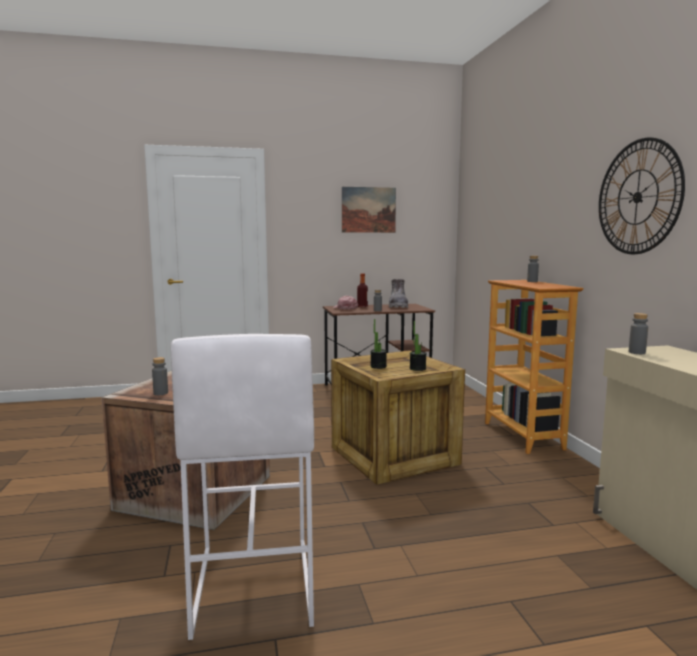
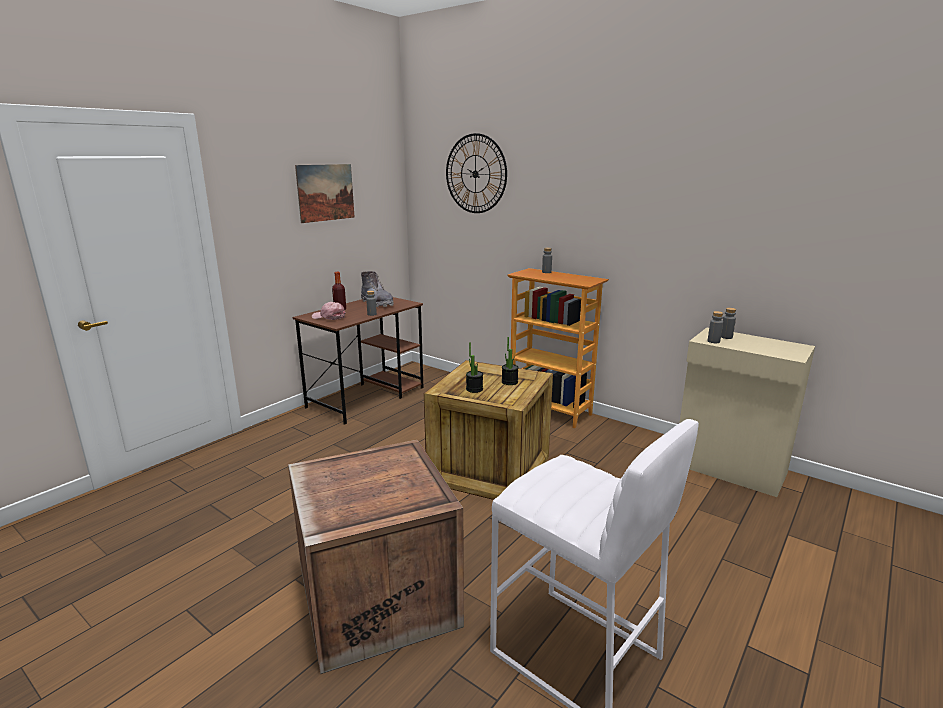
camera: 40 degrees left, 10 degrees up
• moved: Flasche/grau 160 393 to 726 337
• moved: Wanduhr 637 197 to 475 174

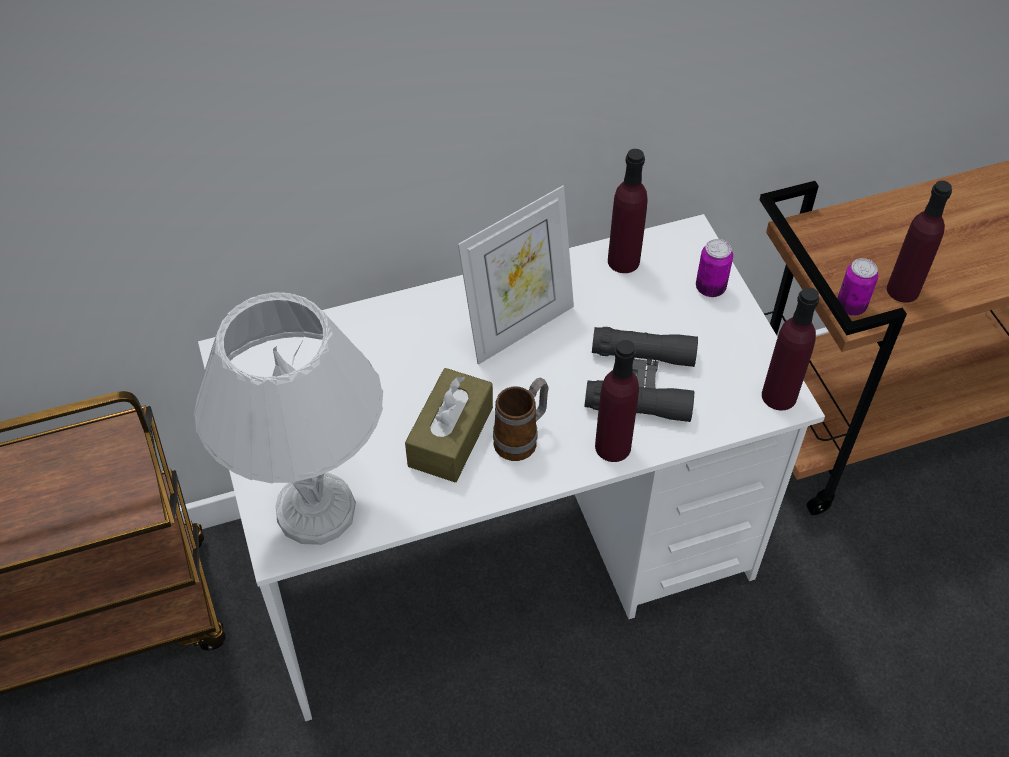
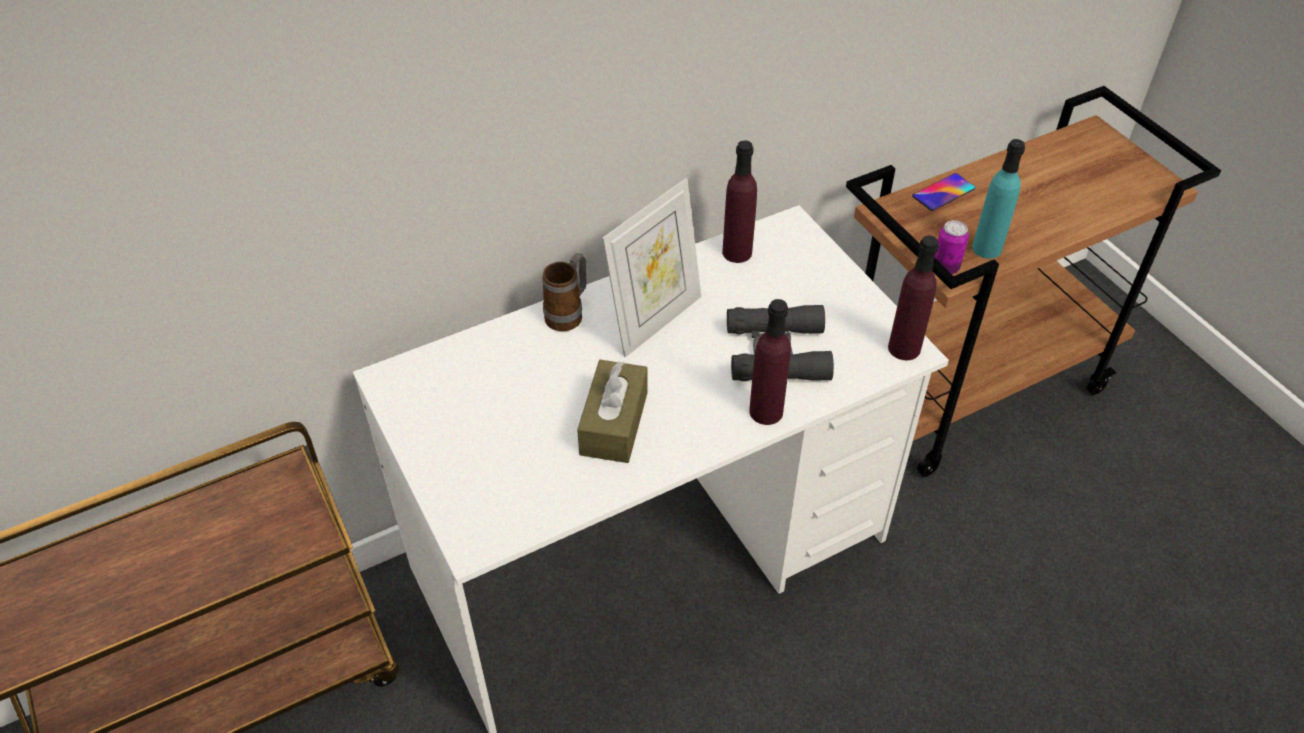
camera: 10 degrees left, 5 degrees down
• removed: Tischlampe/weiß 313 508
• moved: Henkelbecher 522 438 to 569 314
• removed: Dose 710 288
• recoloured: Flasche/lila 903 290 to Flasche/türkis 986 248
• added: Handy 943 192

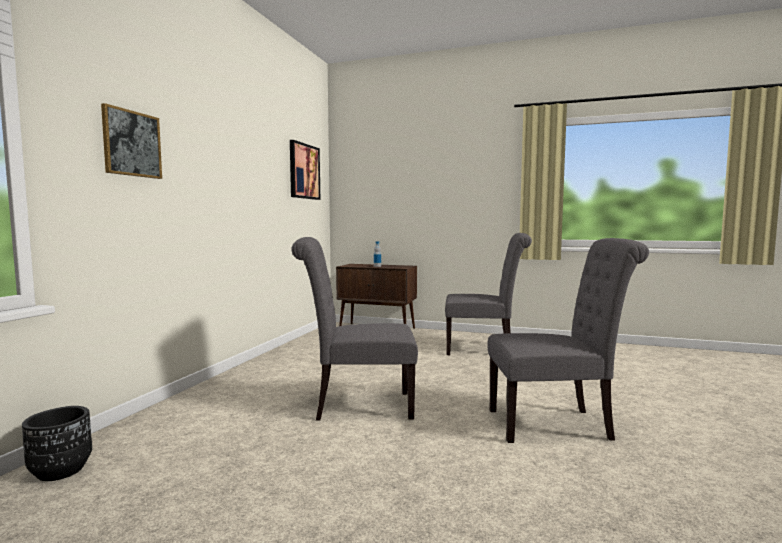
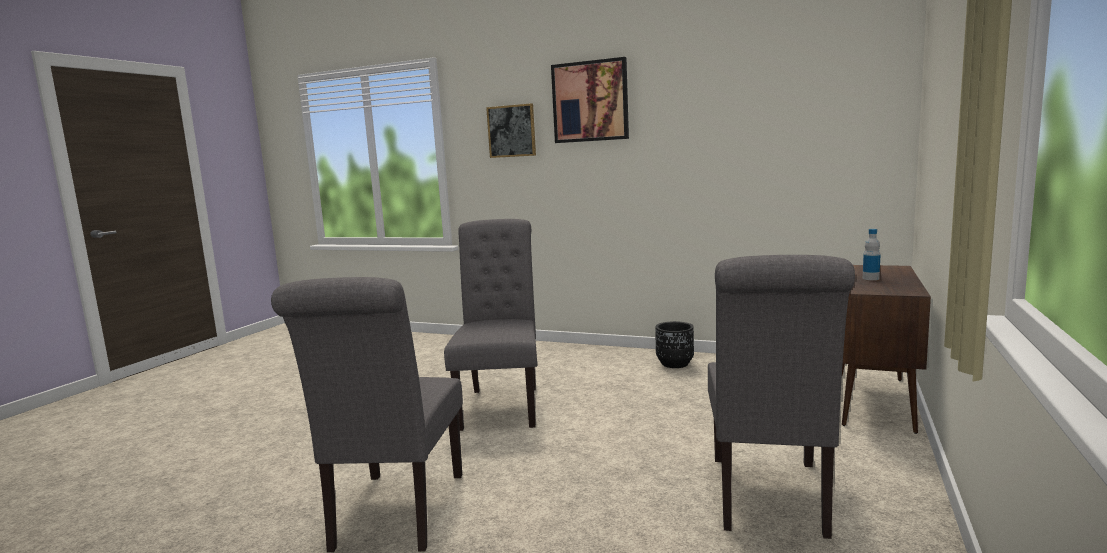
camera: 95 degrees right, 5 degrees up
• moved: Pflanzkübel/schwarz 61 471 to 675 364
• moved: Bild 304 171 to 590 101

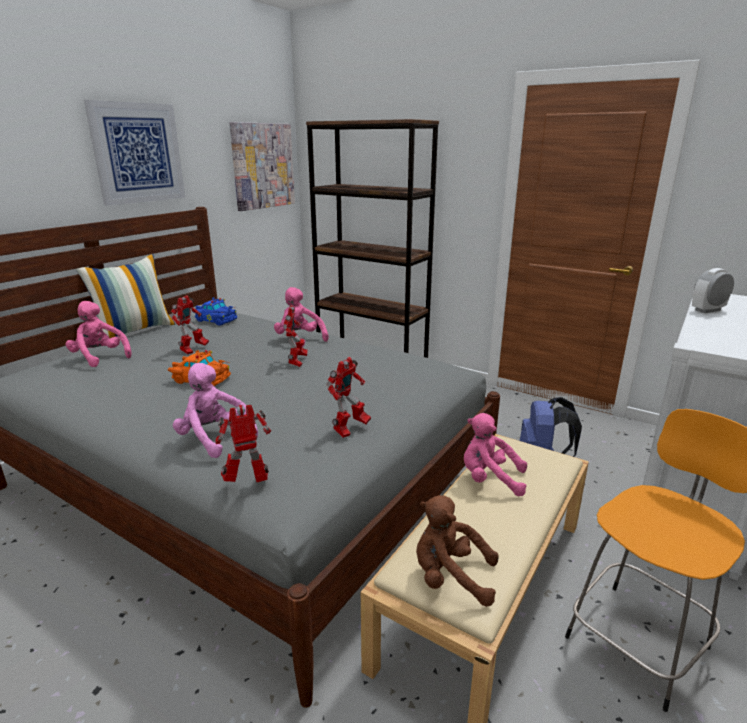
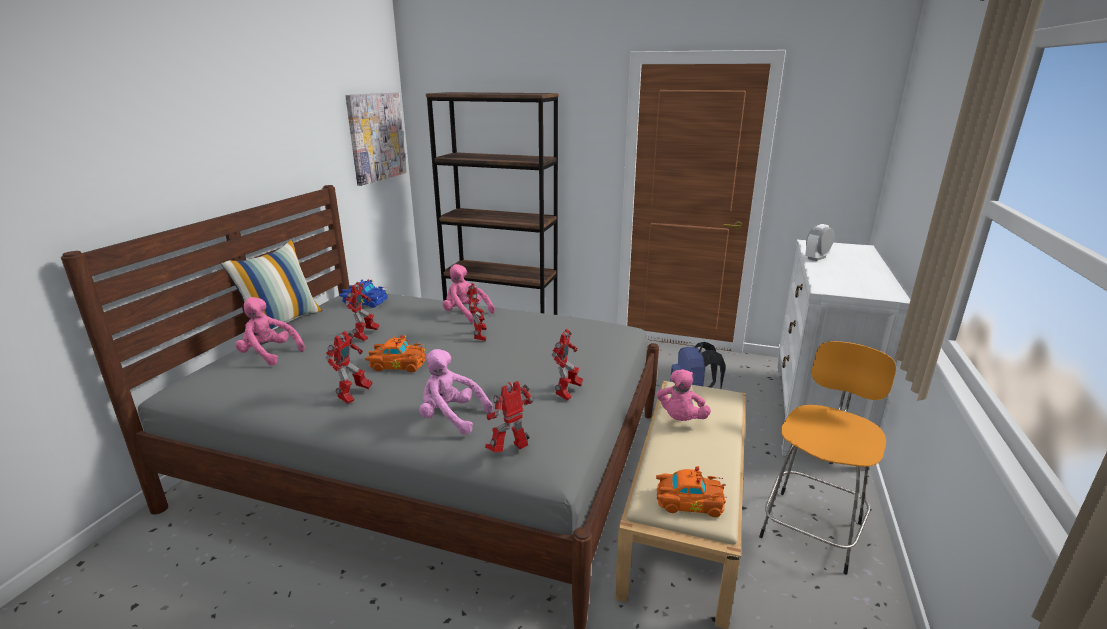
camera: 15 degrees left, 0 degrees up
• removed: Bild 138 153
• replaced: Plüschtier/braun 450 577 to Spielzeugauto/orange 687 501
• turned: Plüschtier/rosa 489 479 = 680 419 75 degrees counterclockwise
• added: Spielzeugroboter 353 396

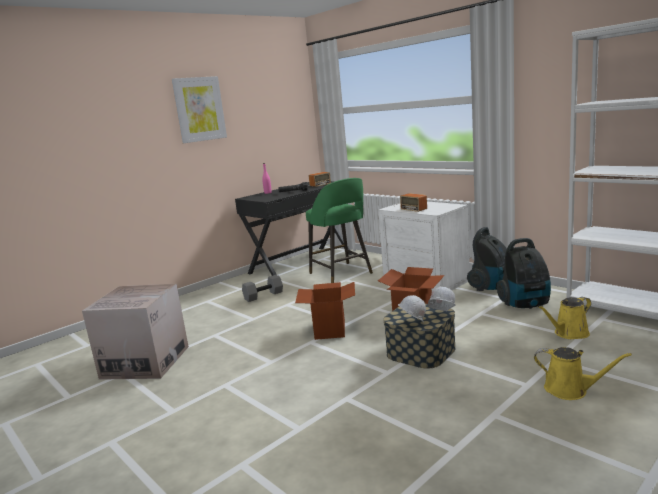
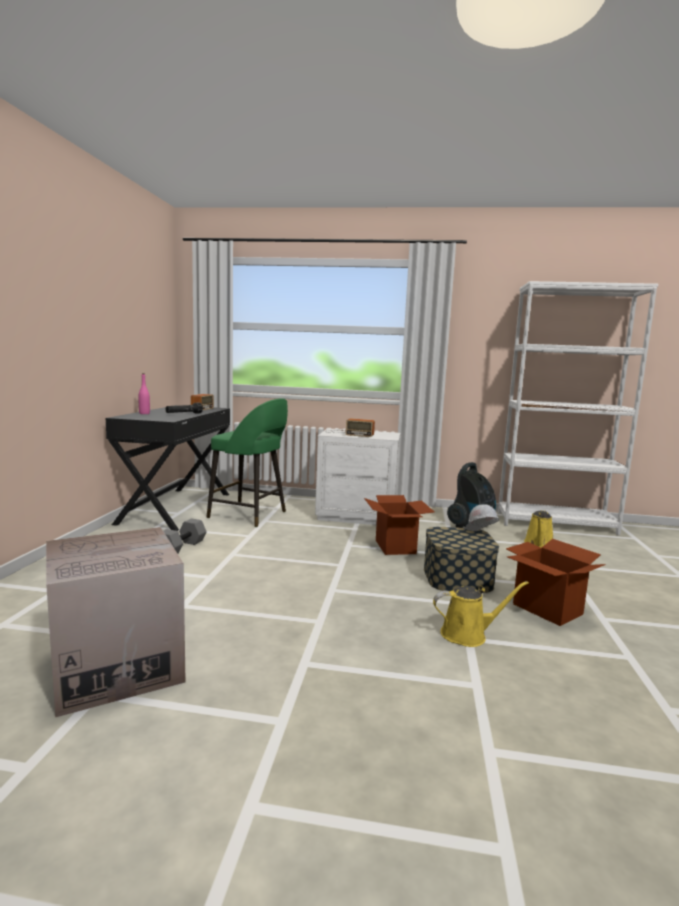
camera: 40 degrees left, 5 degrees down
• removed: Bild 199 109
• moved: Karton 330 330 to 547 609
• removed: Schutzhelm/weiß 412 324
• removed: Staubsauger 491 287
• moved: Gießkanne/gelb 570 390 to 468 634

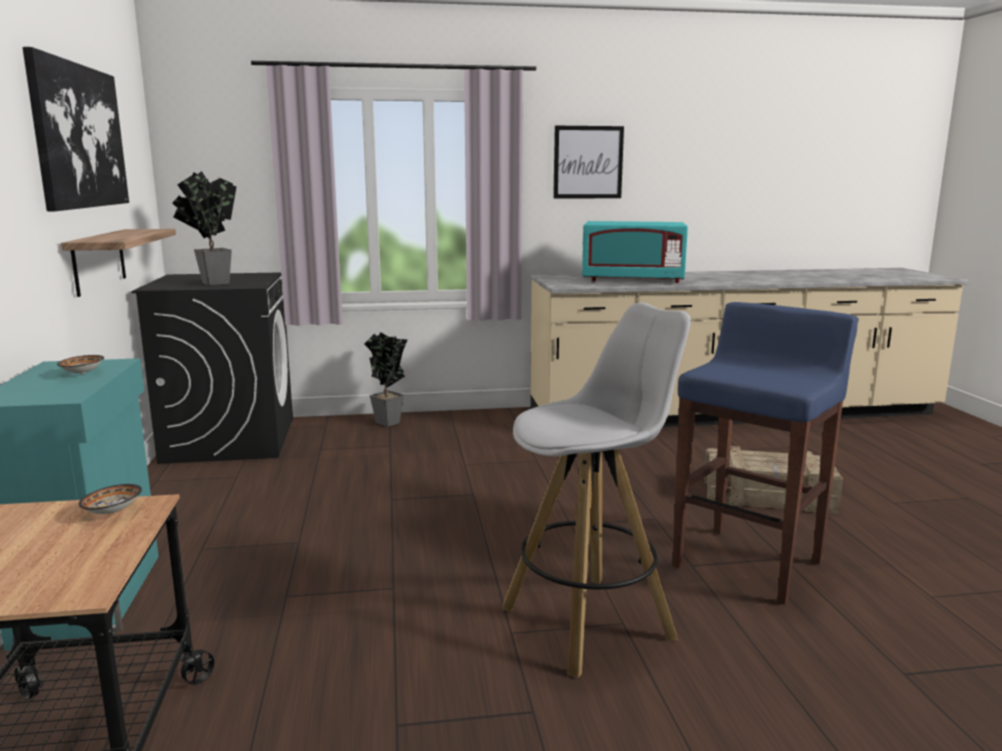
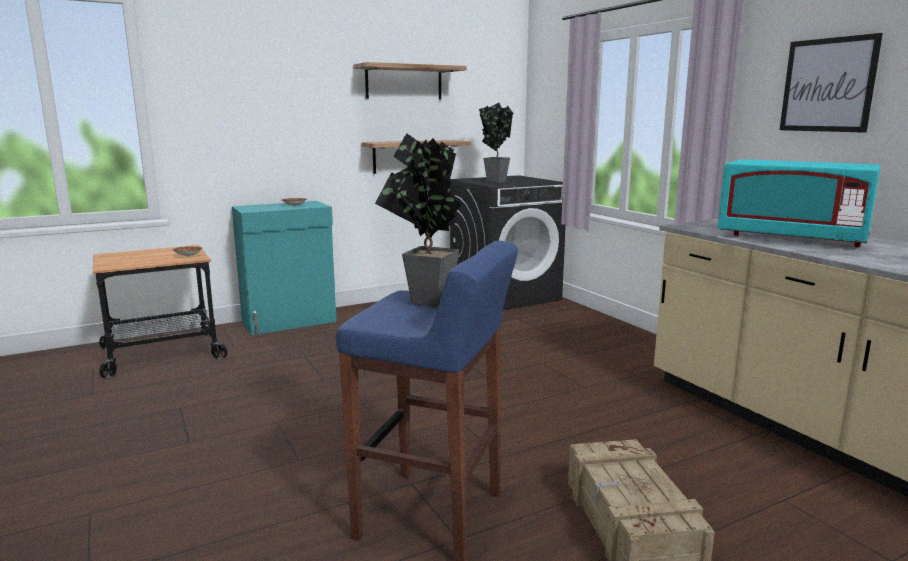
camera: 70 degrees right, 0 degrees up
• replaced: Bild 79 136 to Wandregal 404 82
• moved: Topfpflanze 388 424 to 425 302
• removed: Hocker/weiß 589 622
• turned: Mikrowelle/türkis 632 280 = 792 238 45 degrees counterclockwise

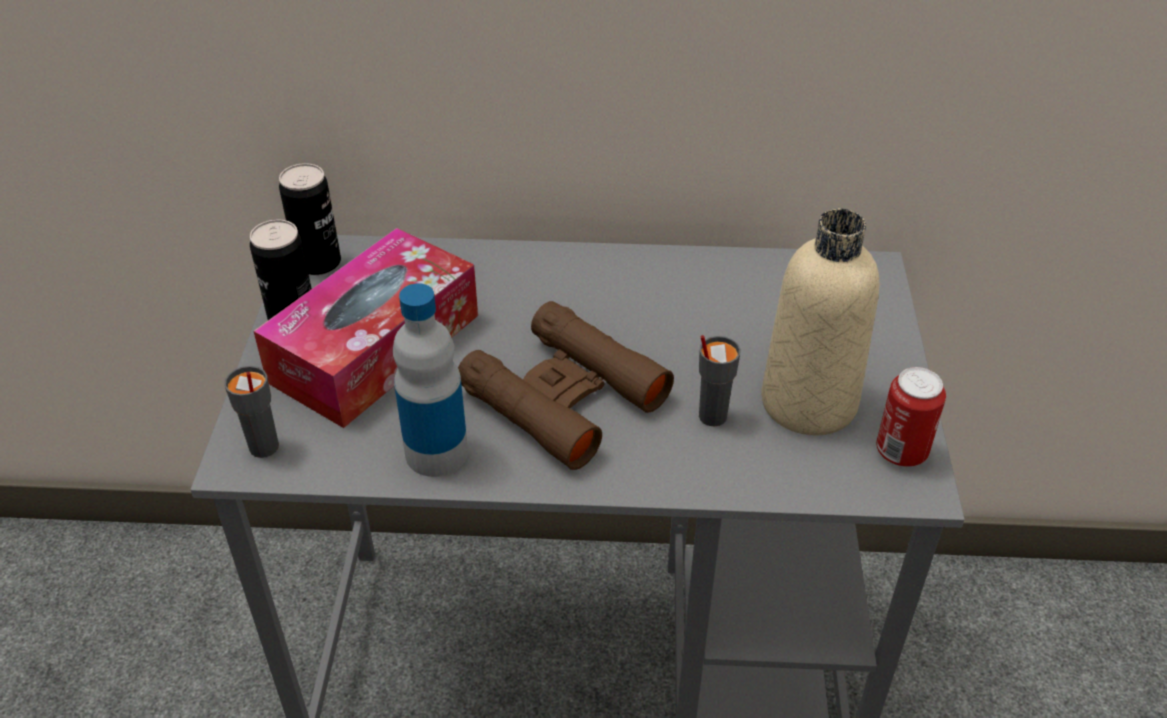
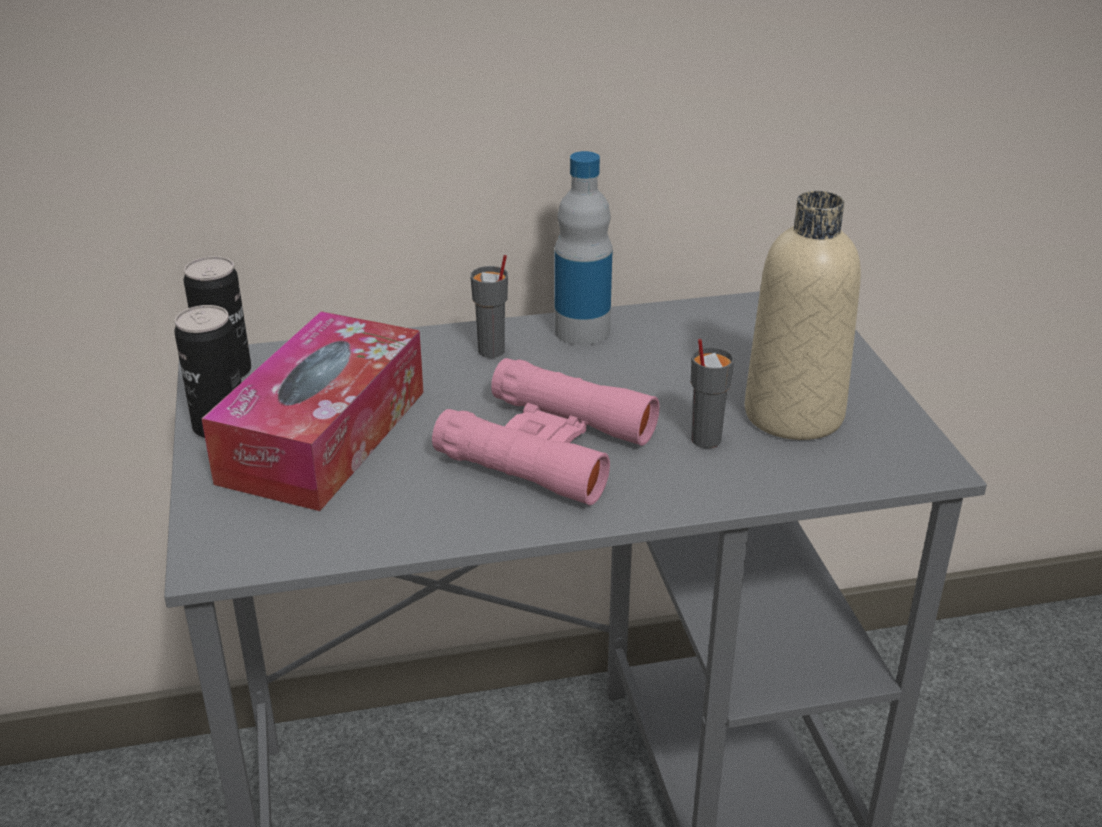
camera: 15 degrees left, 10 degrees down
• moved: Tasse/grau 263 447 to 491 351
• moved: Flasche 436 453 to 582 331
• recoloured: Fernglas/braun 564 396 to Fernglas/rosa 547 446
• removed: Dose 901 452

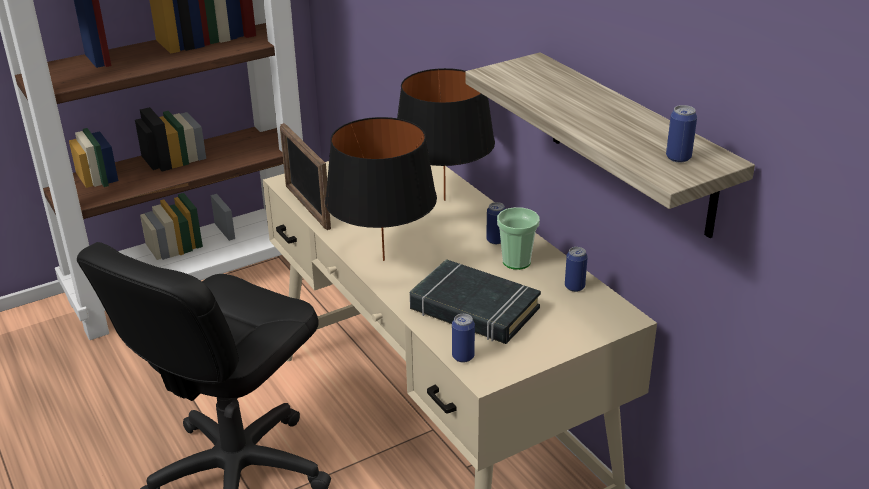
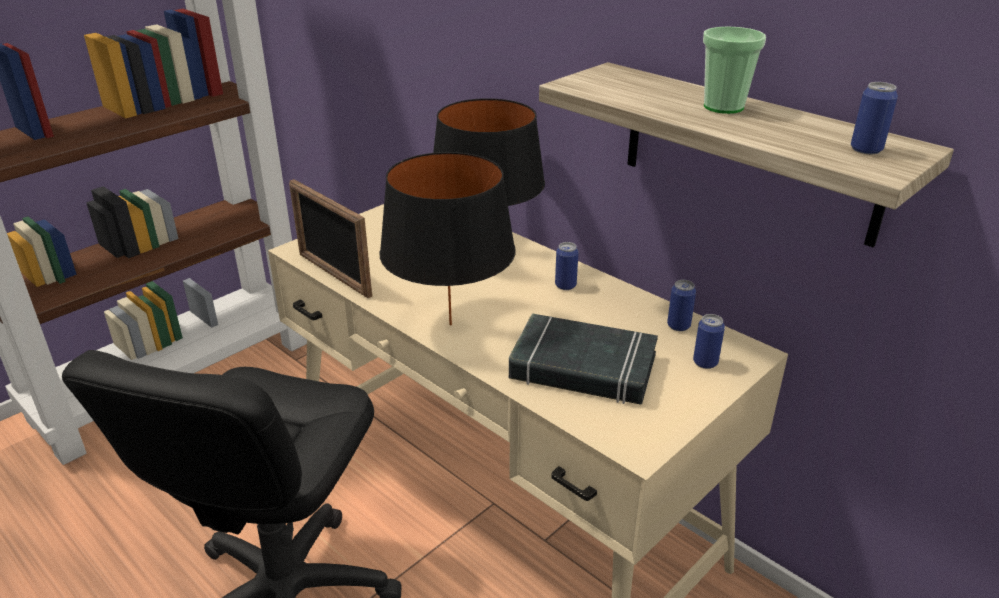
camera: 15 degrees left, 0 degrees up
• moved: Dose 463 356 to 705 362
• moved: Tasse 516 262 to 723 107

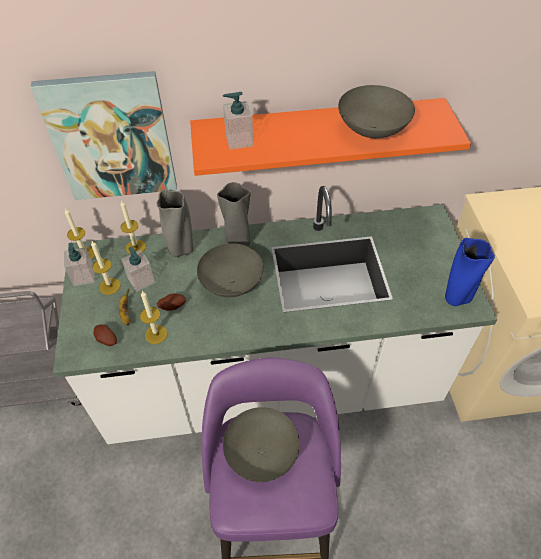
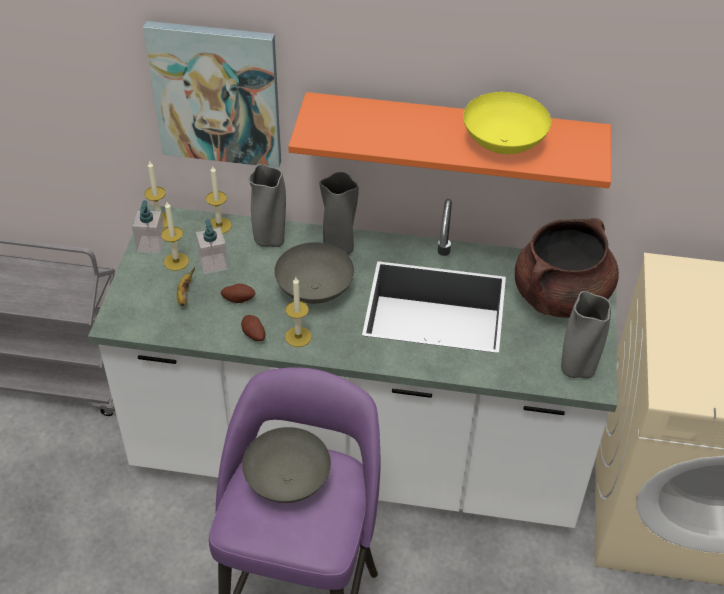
camera: 15 degrees right, 5 degrees down
• moved: Kartoffel 106 340 to 253 335
• moved: Kerze 156 334 to 298 336
• removed: Seifenspender 239 140
• recoloured: Schüssel/grau 372 129 to Schüssel/gelb 503 143
• recoloured: Vase/blau 455 298 to Vase/grau 577 370
• added: Kochtopf/braun 560 297

